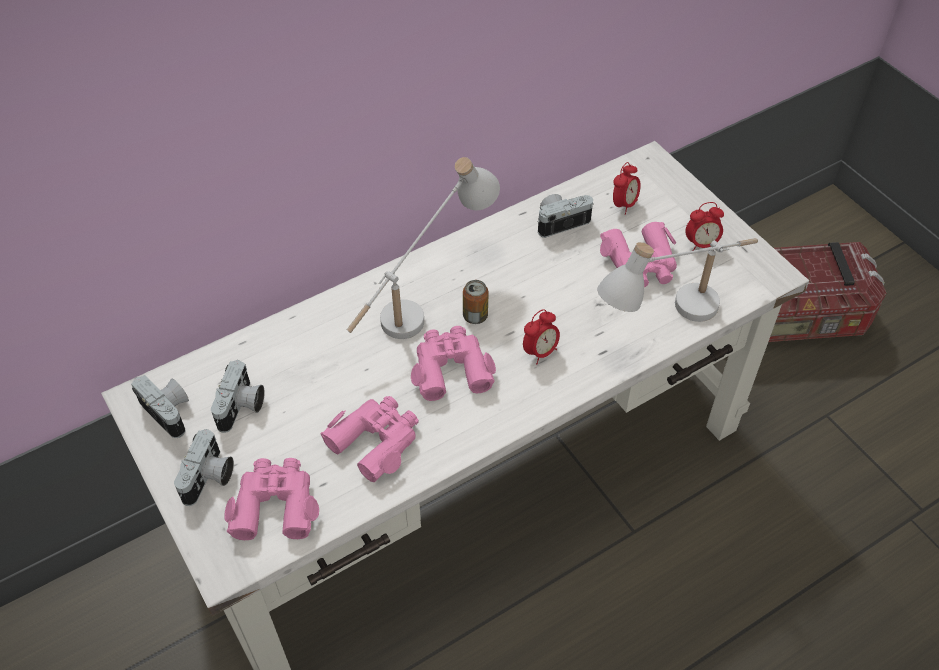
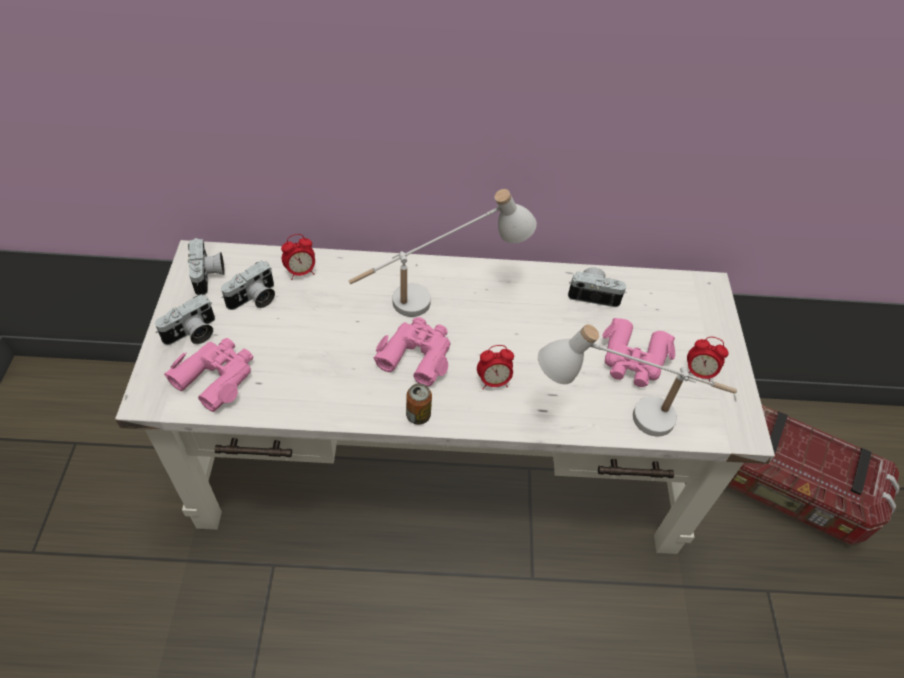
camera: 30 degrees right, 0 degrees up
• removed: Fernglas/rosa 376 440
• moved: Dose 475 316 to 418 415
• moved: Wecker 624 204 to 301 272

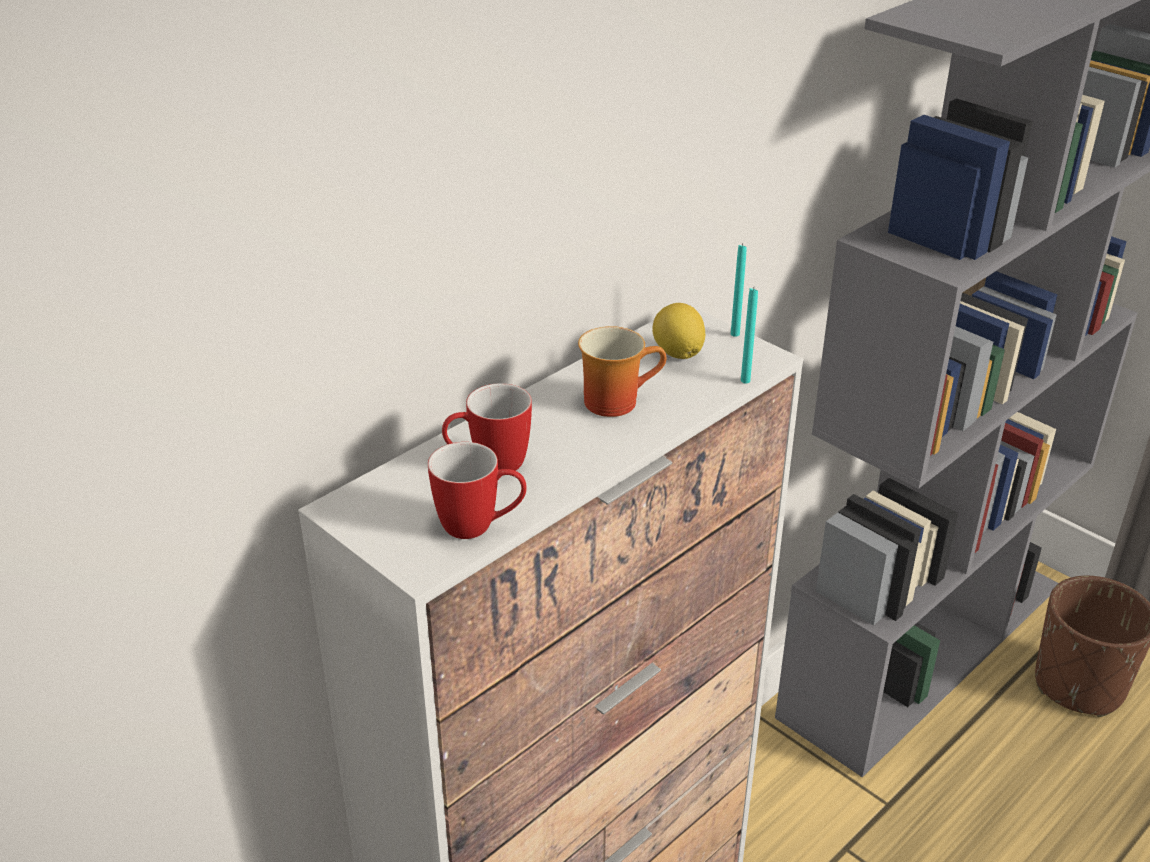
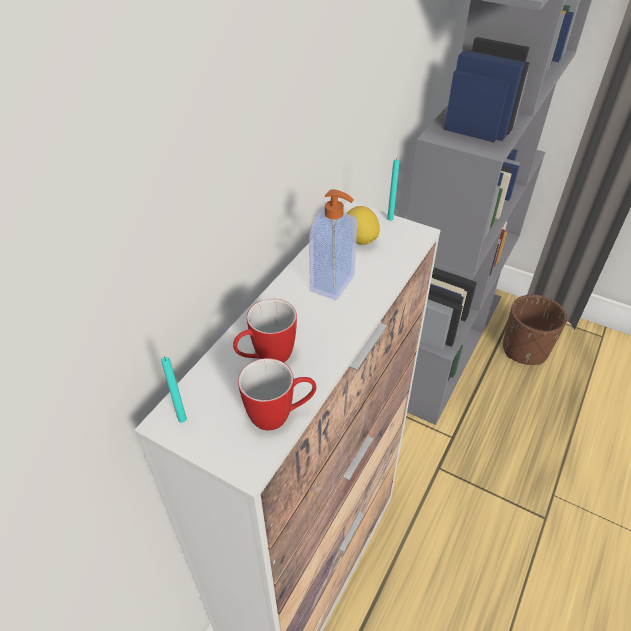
camera: 15 degrees left, 10 degrees up
• replaced: Henkelbecher 615 399 to Seifenspender 333 284
• moved: Kerze/türkis 745 381 to 182 419

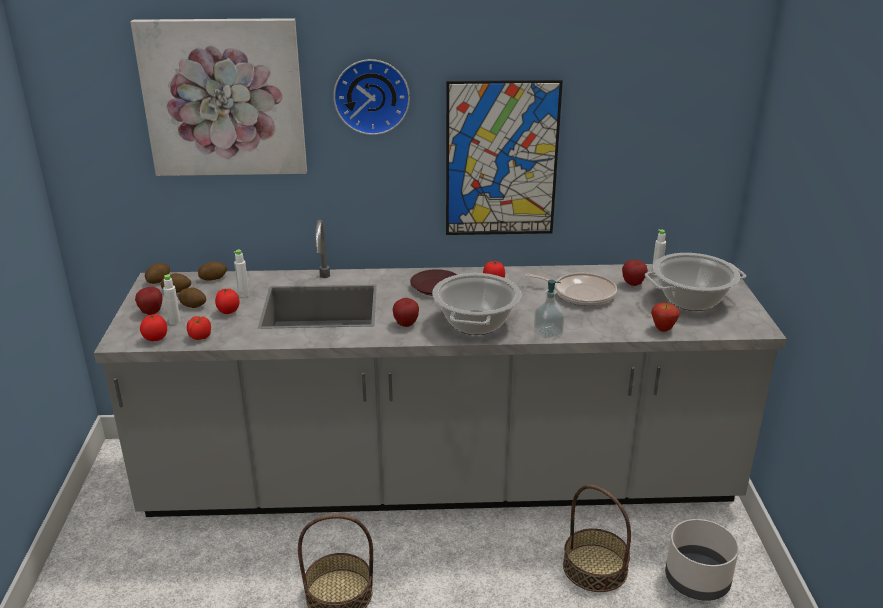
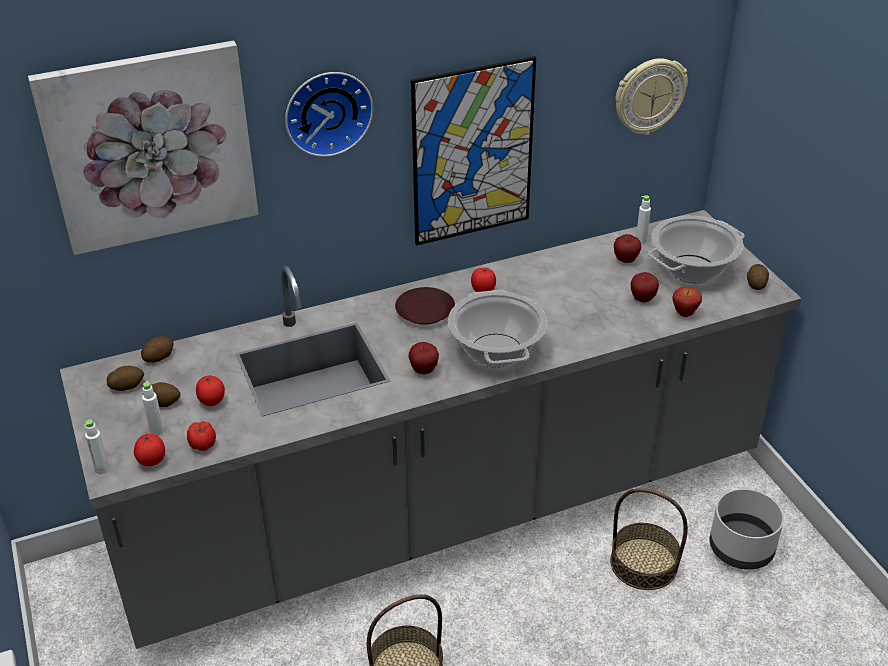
camera: 20 degrees left, 10 degrees up
• moved: Apfel 151 312 to 642 299
• moved: Kartoffel 159 280 to 756 284
• moved: Flasche/weiß 243 294 to 102 469
• removed: Pfanne 581 293
• removed: Seifenspender 548 332
• added: Wanduhr 649 96

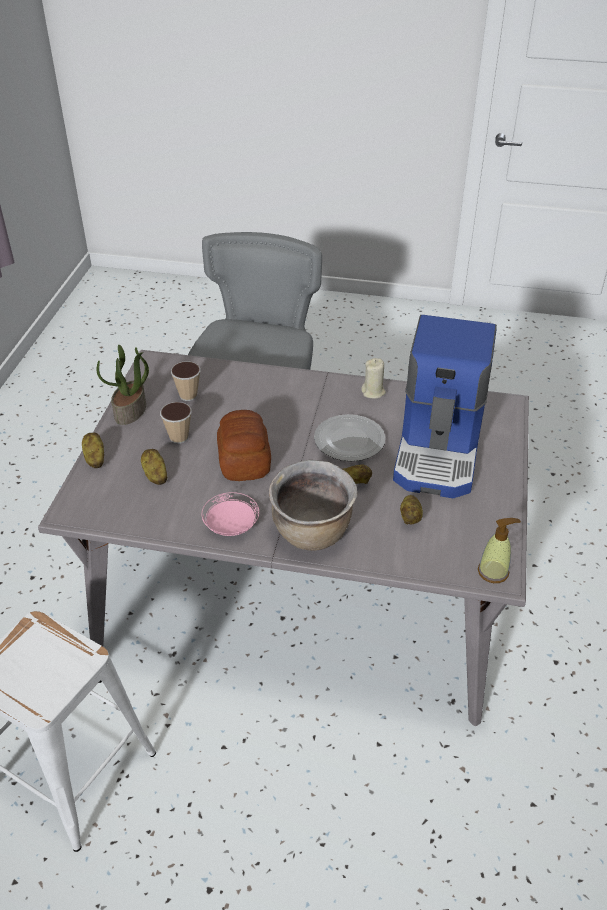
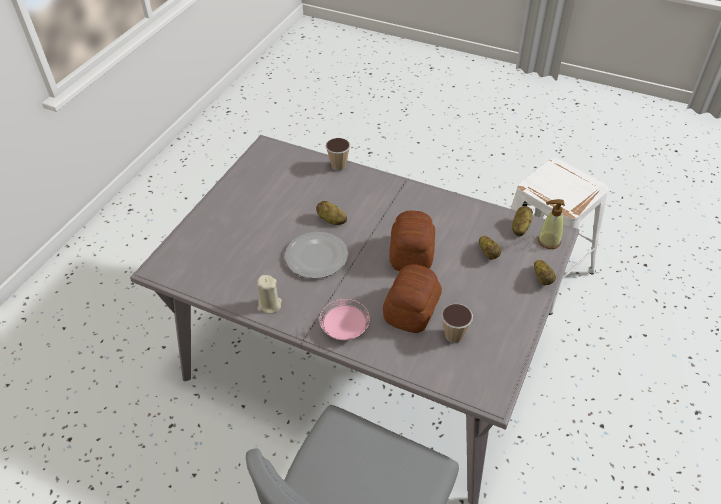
camera: 165 degrees left, 5 degrees up
• removed: Topfpflanze 131 411
• moved: Tasse 179 437 to 338 166
• moved: Teller/rosa 231 525 to 345 329
• removed: Kochtopf/braun 312 534
• removed: Kaffeemaschine 440 449
• moved: Kartoffel 411 517 to 520 227
• moved: Seifenspender 493 572 to 548 241
• added: Brot 413 309

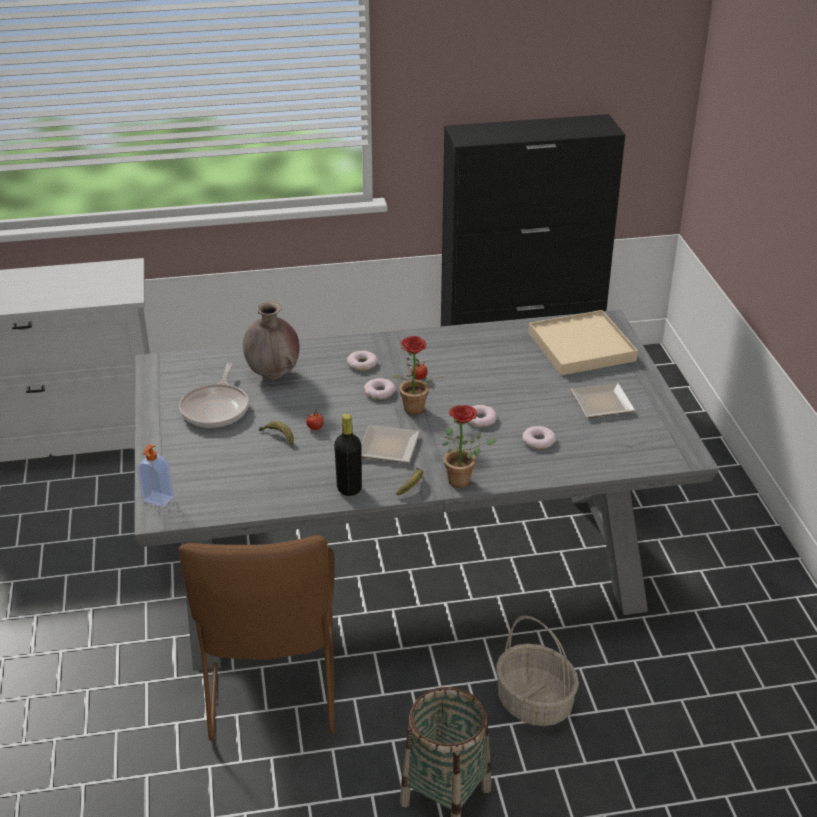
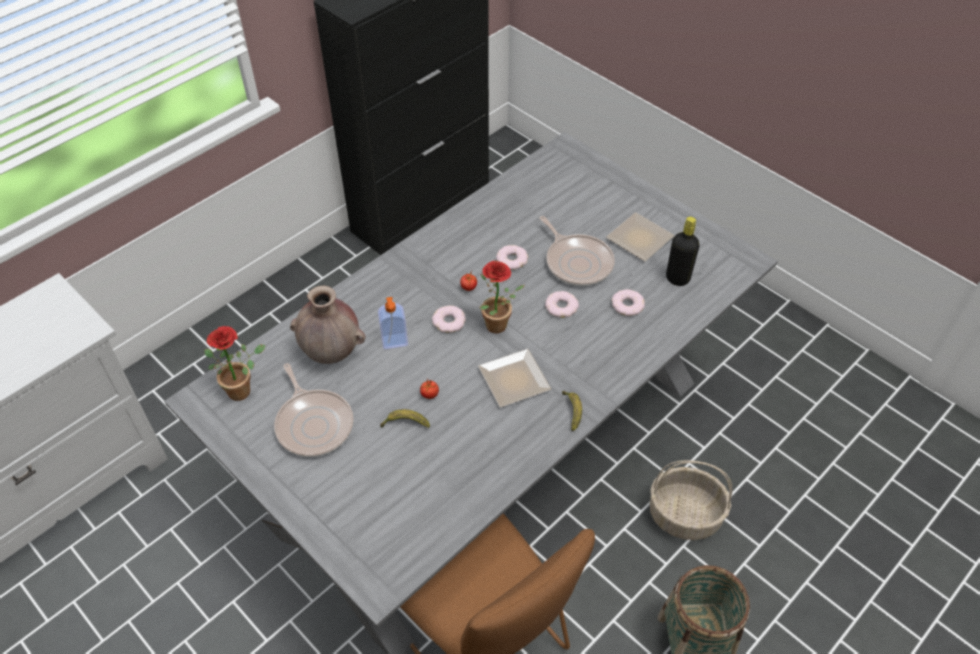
camera: 35 degrees left, 15 degrees up
• moved: Seifenspender 157 499 to 394 342
• moved: Flasche/schwarz 349 488 to 677 278
• moved: Donut 362 364 to 512 260
• moved: Topfpflanze 464 481 to 244 389
• removed: Tablett/beige 581 347
• added: Pfanne 577 262

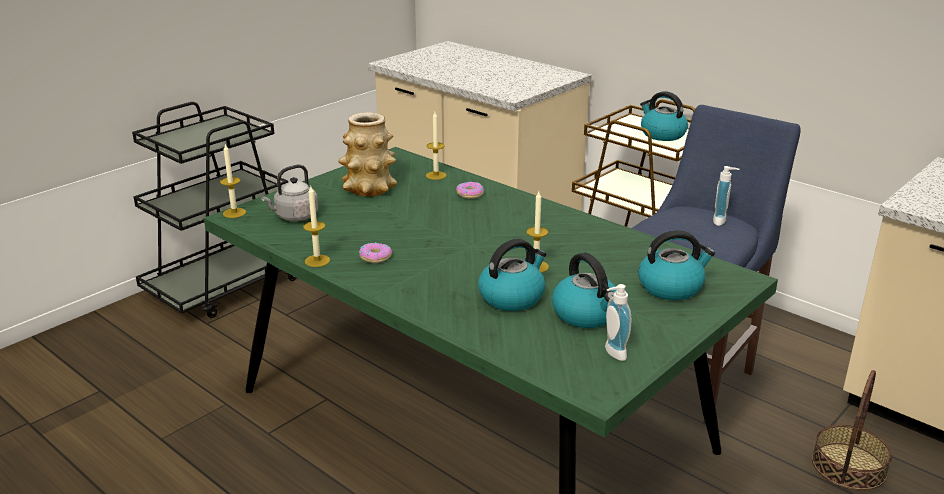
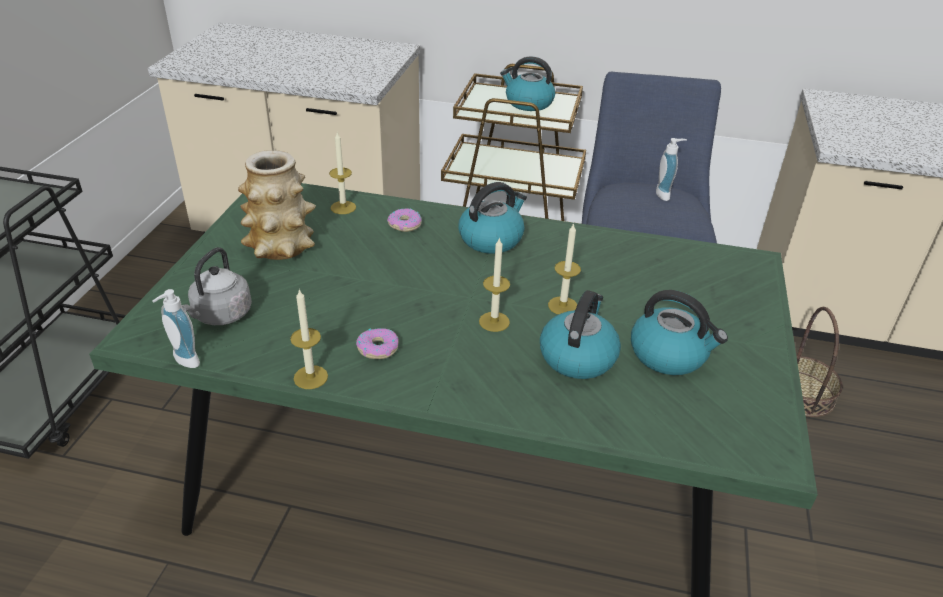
camera: 30 degrees left, 10 degrees up
• moved: Kerze 234 213 to 494 321
• moved: Seifenspender 612 353 to 183 362
• moved: Wasserkessel 671 287 to 491 239

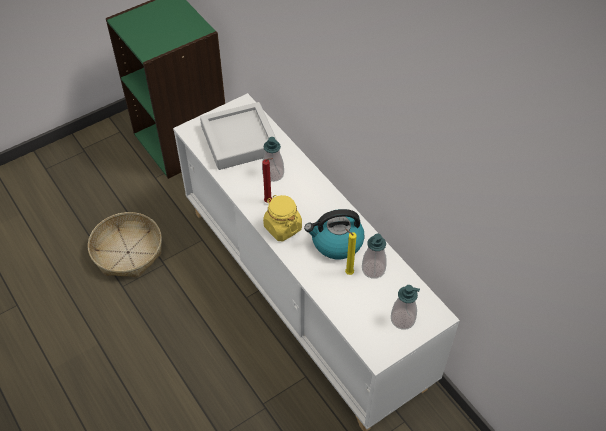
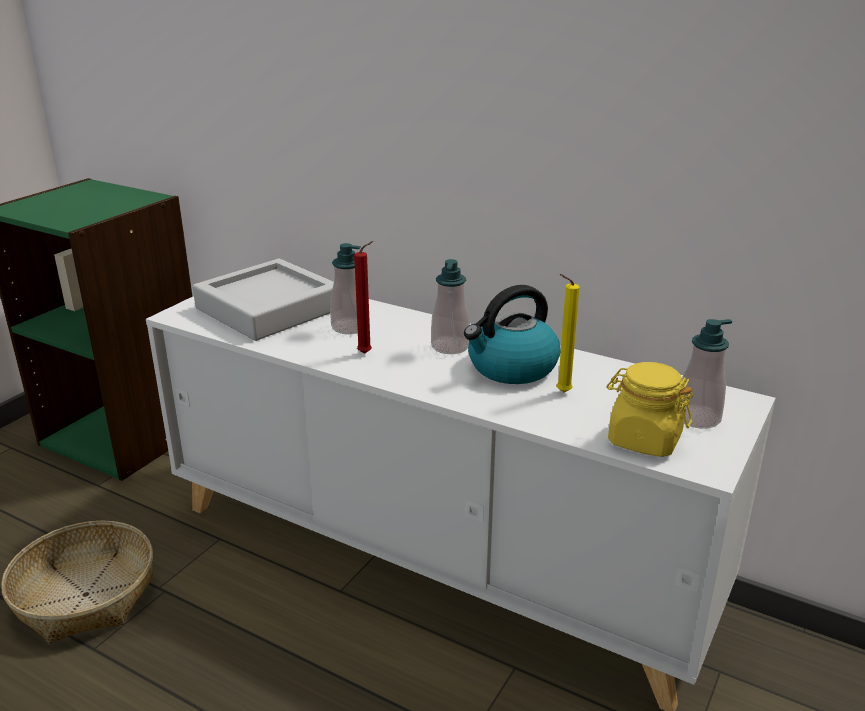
camera: 25 degrees left, 25 degrees down
• moved: Vorratsglas/gelb 282 227 to 644 440
• moved: Seifenspender 373 269 to 450 346

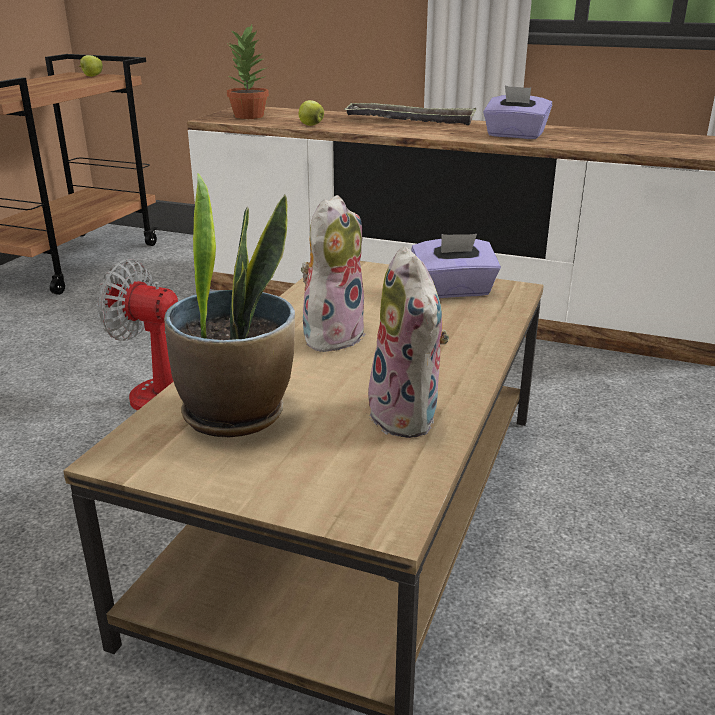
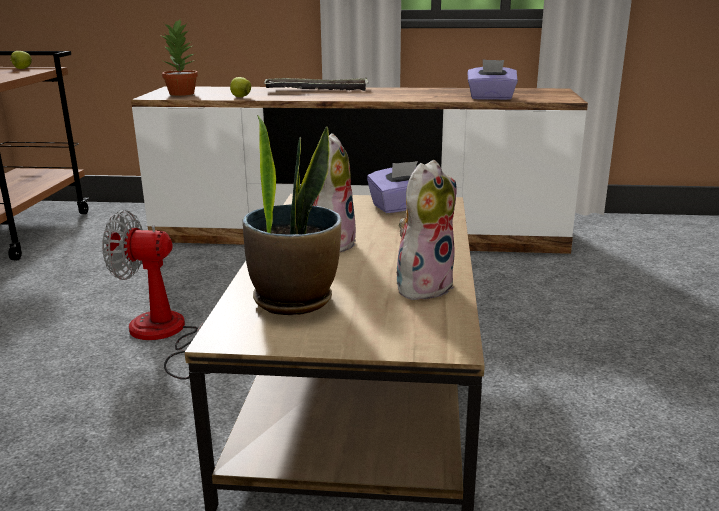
camera: 15 degrees left, 5 degrees down
• turned: Plüschtier 409 417 = 423 286 105 degrees counterclockwise
• moved: Taschentuchbox/lila 515 135 to 491 98

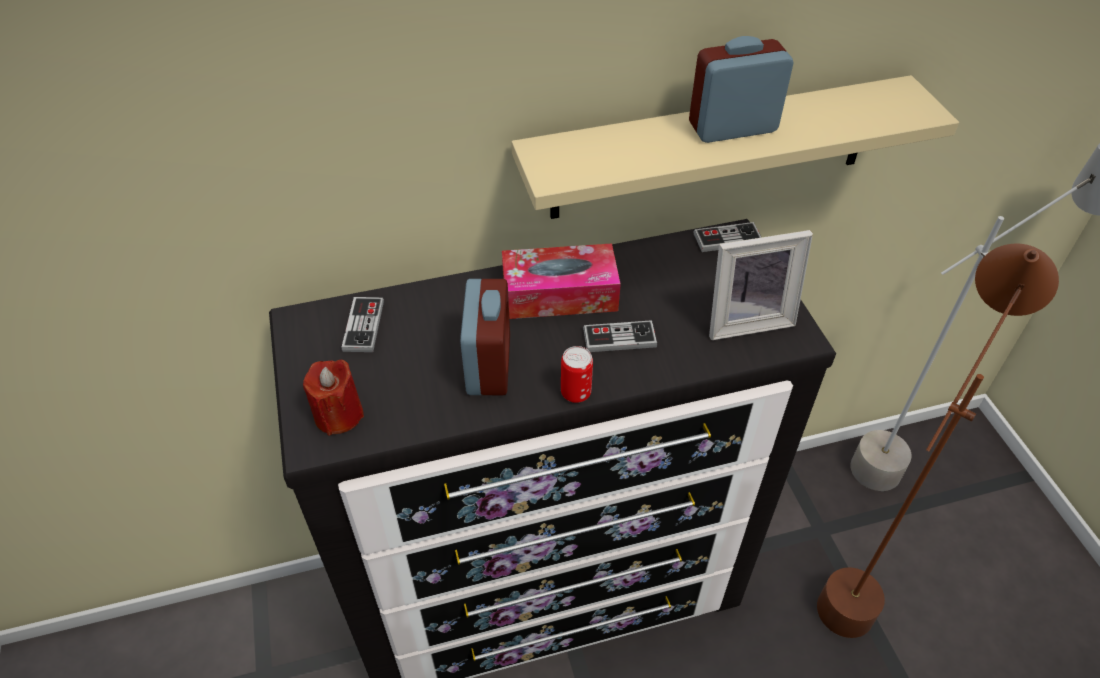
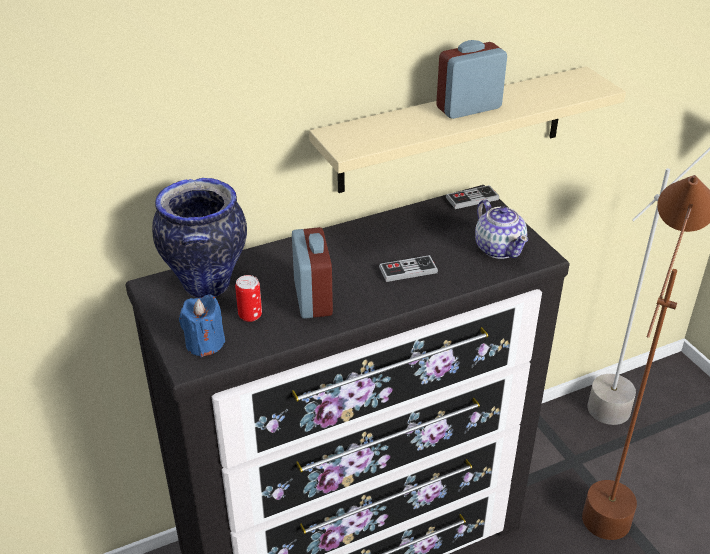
camera: 10 degrees left, 10 degrees down
• recoloured: Kerze/rot 338 415 to Kerze/blau 204 343
• replaced: Gamepad 363 326 to Vase 206 284
• removed: Taschentuchbox 559 294
• moved: Dose 575 393 to 250 315
• replaced: Bilderrahmen 746 319 to Teekanne 499 248

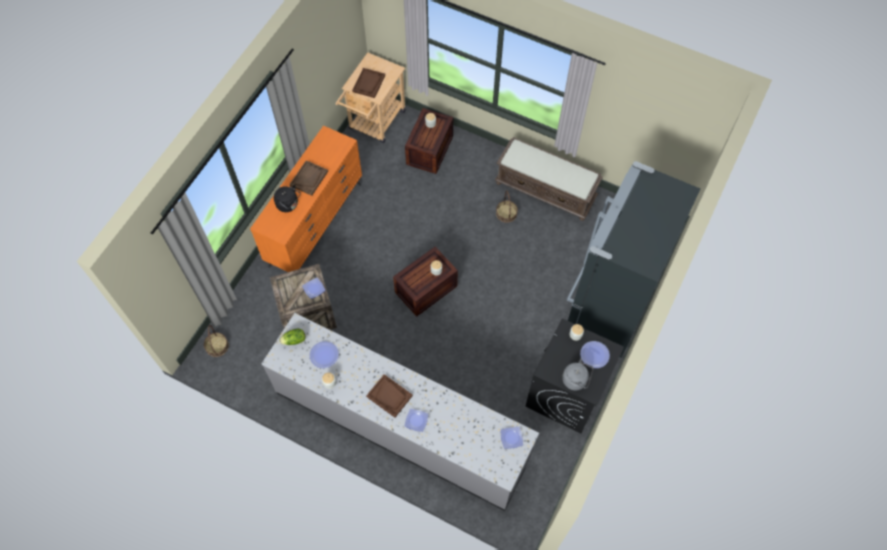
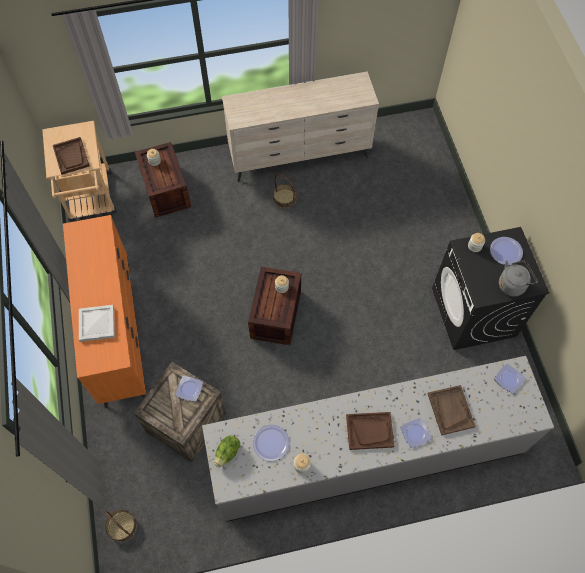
camera: 40 degrees left, 0 degrees up
• replaced: Wasserkessel/schwarz 288 205 to Tablett/weiß 97 324
• moved: Tablett/braun 309 178 to 450 410
• replaced: Bank/braun 546 190 to Kommode/beige 300 156
• removed: Kühlschrank/schwarz 608 305

